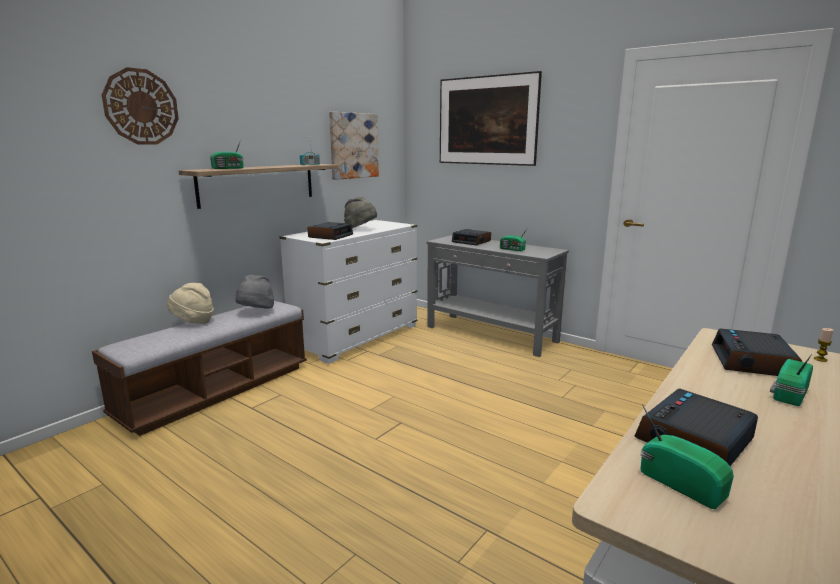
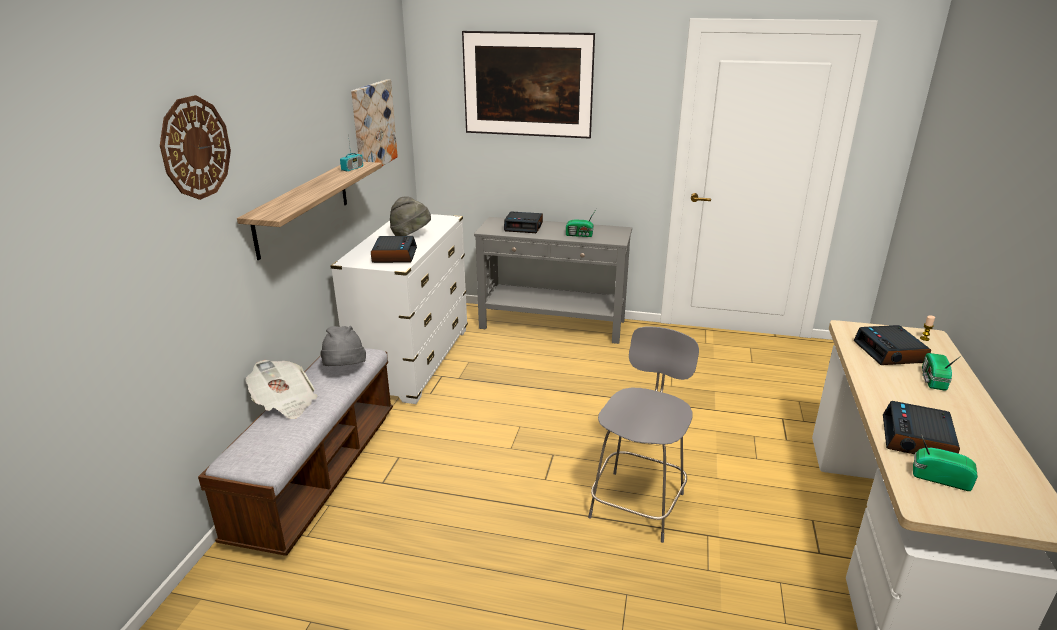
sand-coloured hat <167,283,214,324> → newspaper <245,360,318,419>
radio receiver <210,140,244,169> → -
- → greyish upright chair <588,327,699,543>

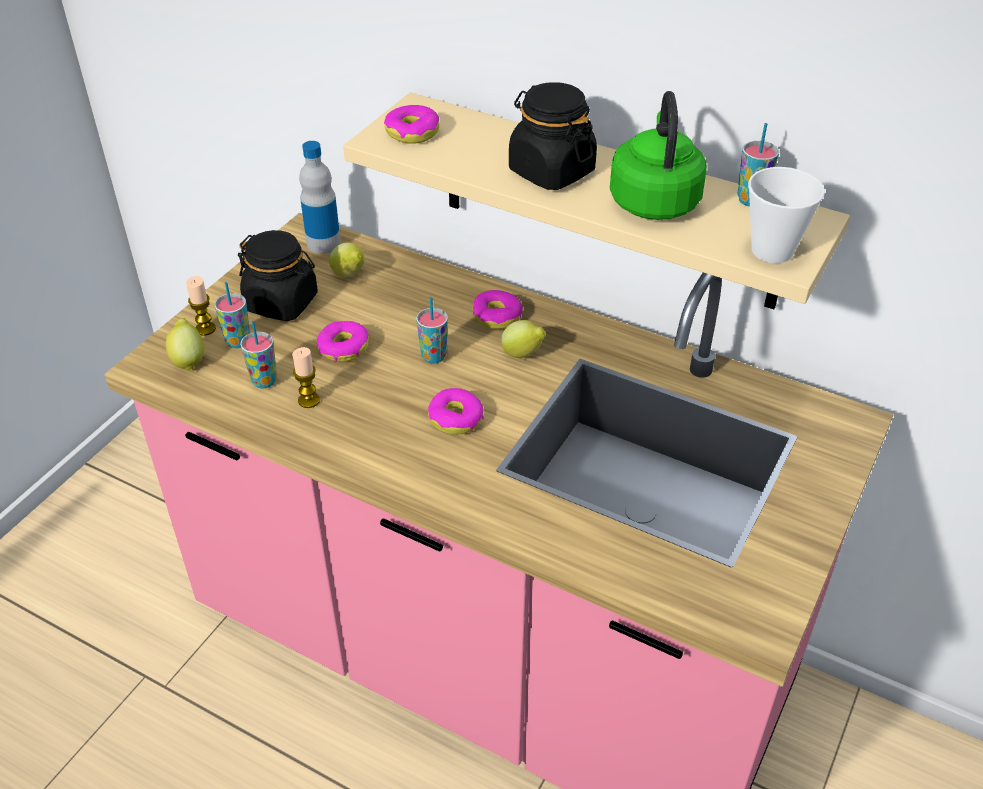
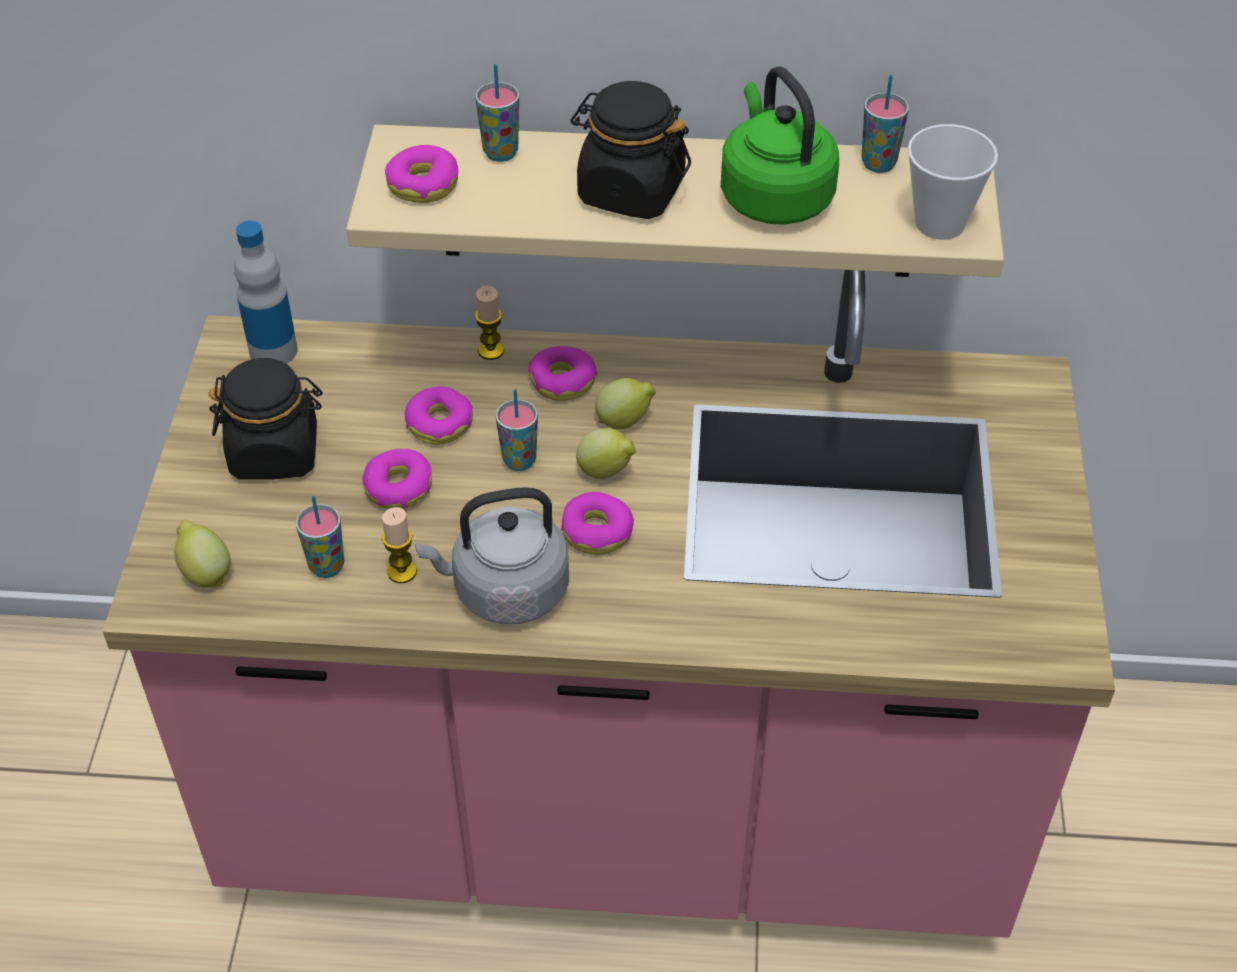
wax light <186,276,216,336> → wax light <475,286,504,360>, move
drinking cup <215,282,250,348> → drinking cup <475,64,519,162>, move
whole lemon <329,243,364,277> → whole lemon <576,428,636,479>, move
- → ring doughnut <405,386,473,444>
- → greyish tea kettle <415,487,569,624>

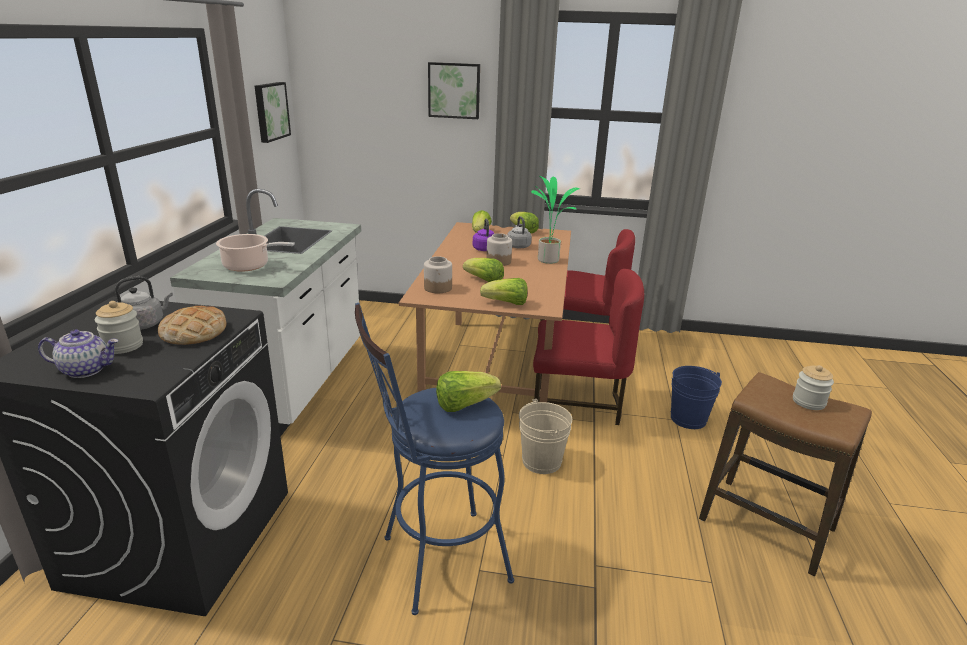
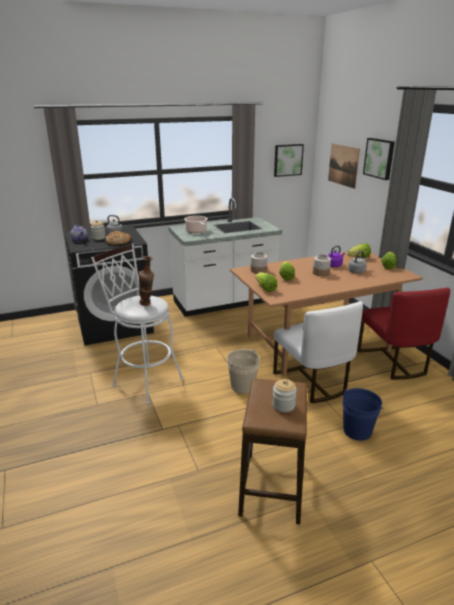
blue-coloured stool <355,303,514,615> → white-coloured stool <91,243,183,404>
head of lettuce <436,371,501,412> → vase <139,256,154,306>
potted plant <531,176,580,264> → -
red upright chair <533,269,644,425> → white-coloured upright chair <273,301,363,403>
- → wall picture <328,143,360,189>

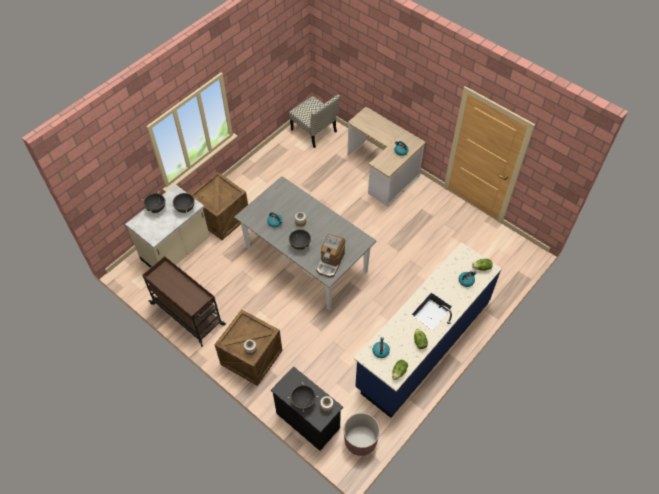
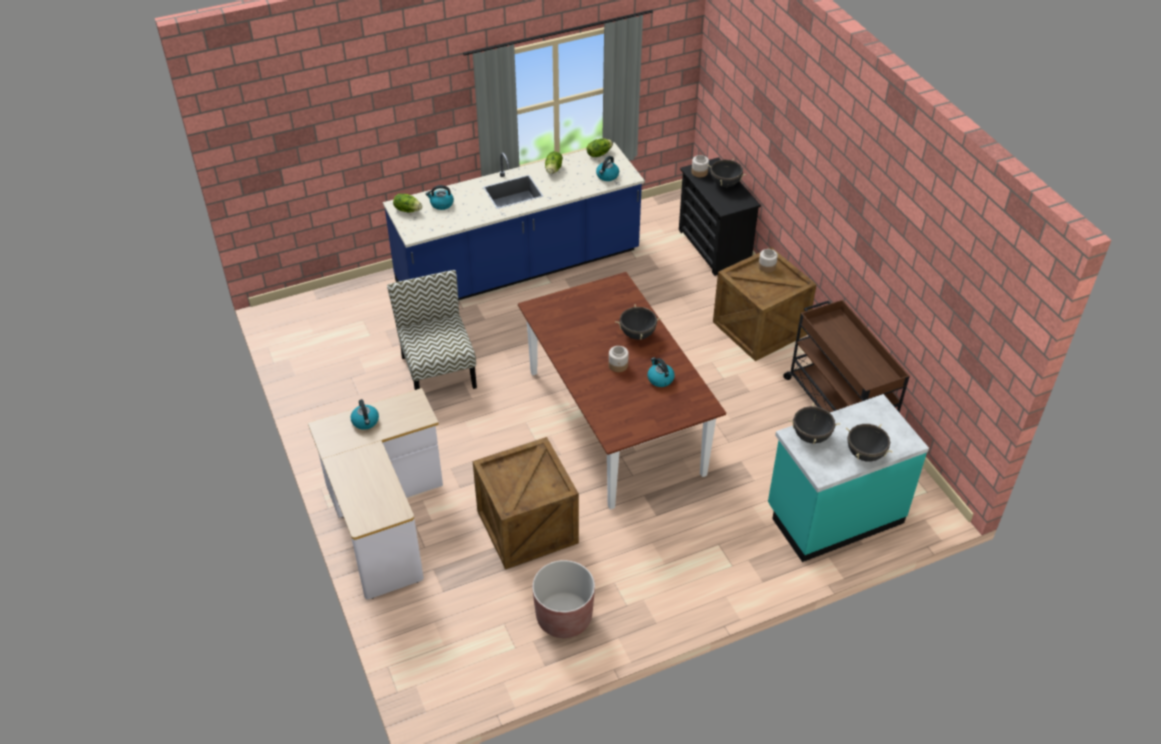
sand-coloured counter <125,184,210,268> → turquoise-coloured counter <768,394,929,562>
shipping crate <190,172,248,240> → shipping crate <473,437,579,569>, move
greyish dinner table <234,176,376,310> → brownish dinner table <518,272,726,510>
upright chair <289,94,340,148> → upright chair <387,270,477,390>, move
coffee brewer <316,233,345,278> → -
brownish planter <344,413,380,456> → brownish planter <532,560,595,638>, move

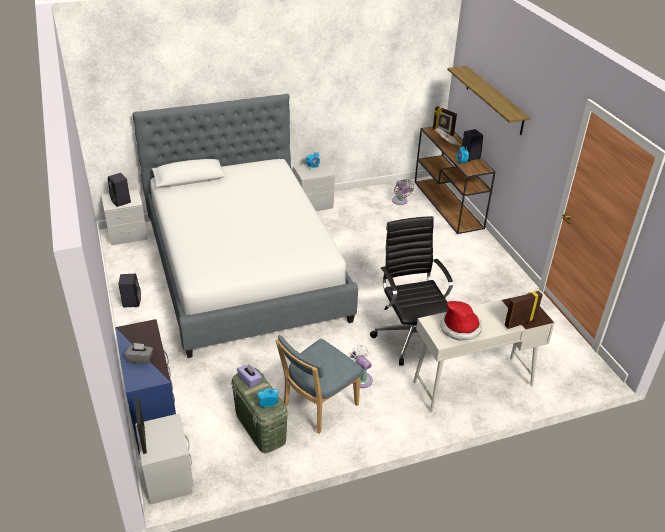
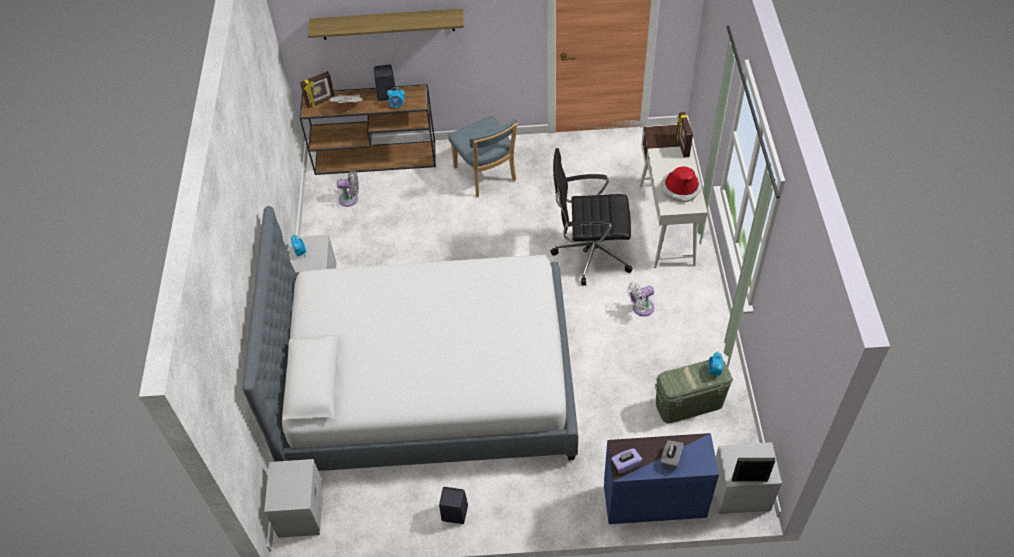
black speaker <108,173,131,207> → -
purple tissue holder <237,364,262,388> → purple tissue holder <611,448,642,474>, move
blue-coloured upright chair <275,335,363,434> → blue-coloured upright chair <448,116,518,197>, move

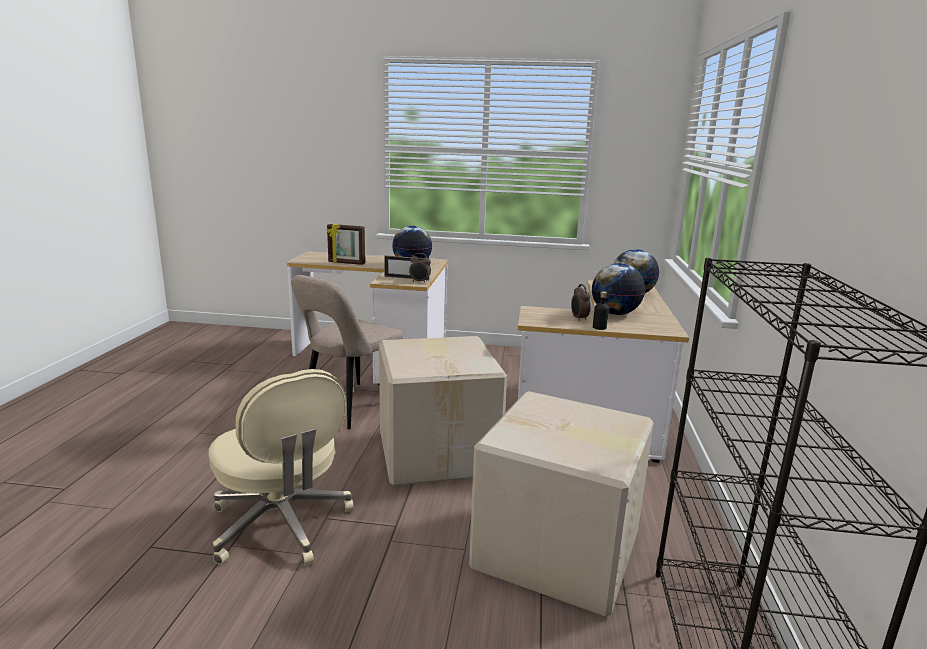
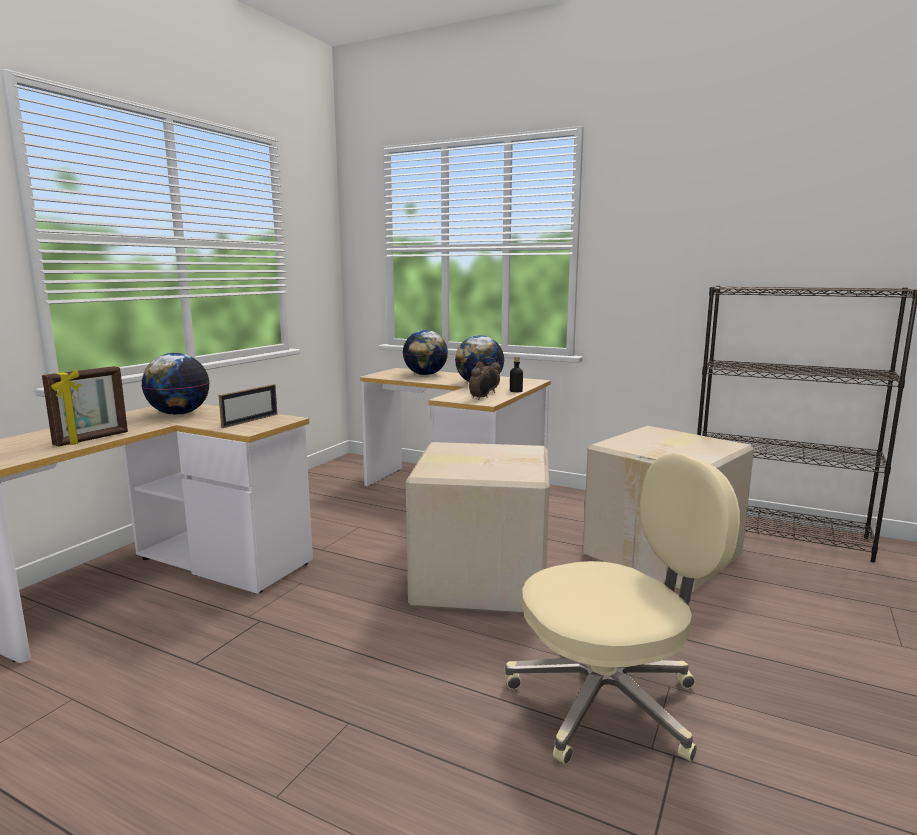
sand-coloured upright chair <291,275,403,429> → -
alarm clock <409,253,431,283> → alarm clock <469,362,491,400>, move

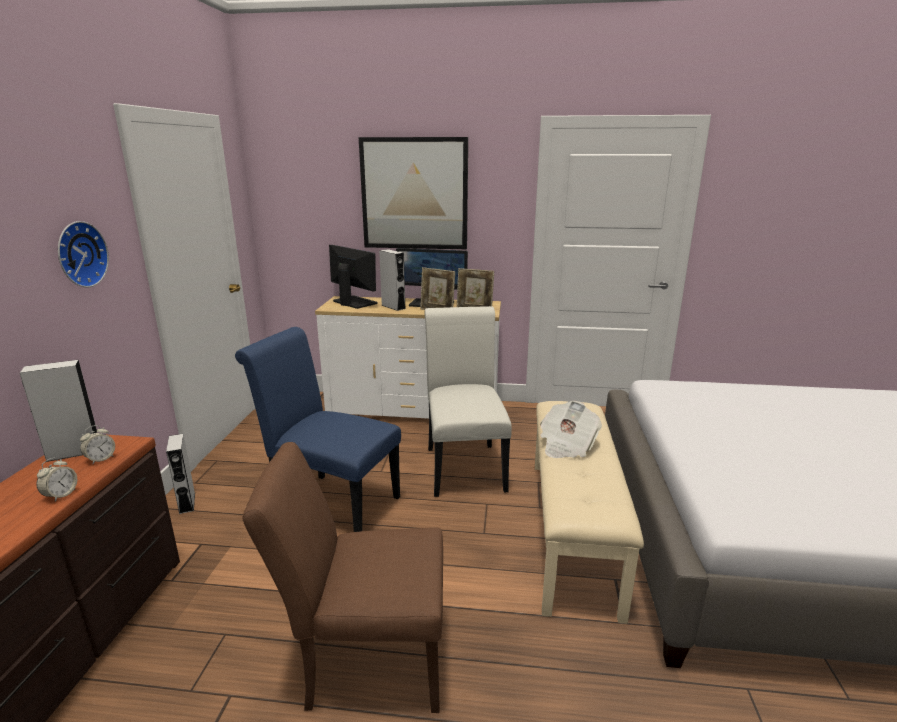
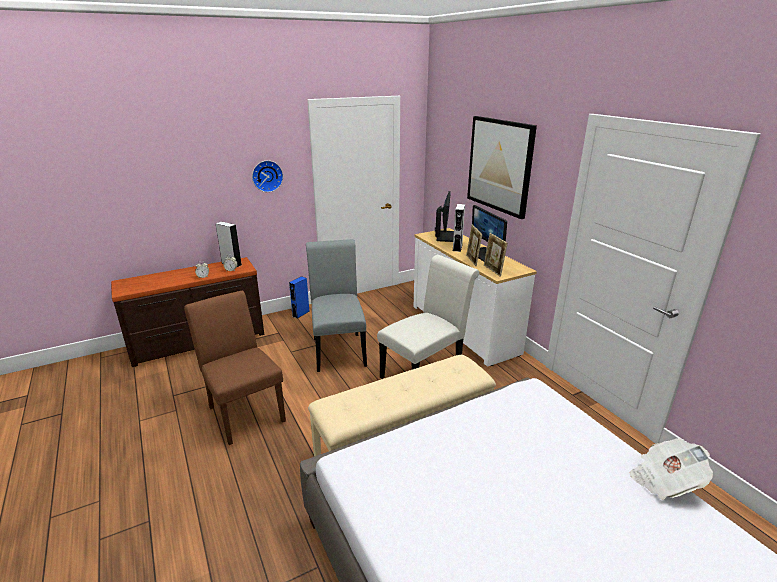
greyish speaker <166,434,195,514> → blue-coloured speaker <289,276,310,319>
blue-coloured upright chair <235,327,401,532> → greyish upright chair <306,239,367,372>
newspaper <540,401,602,458> → newspaper <630,438,713,500>, move

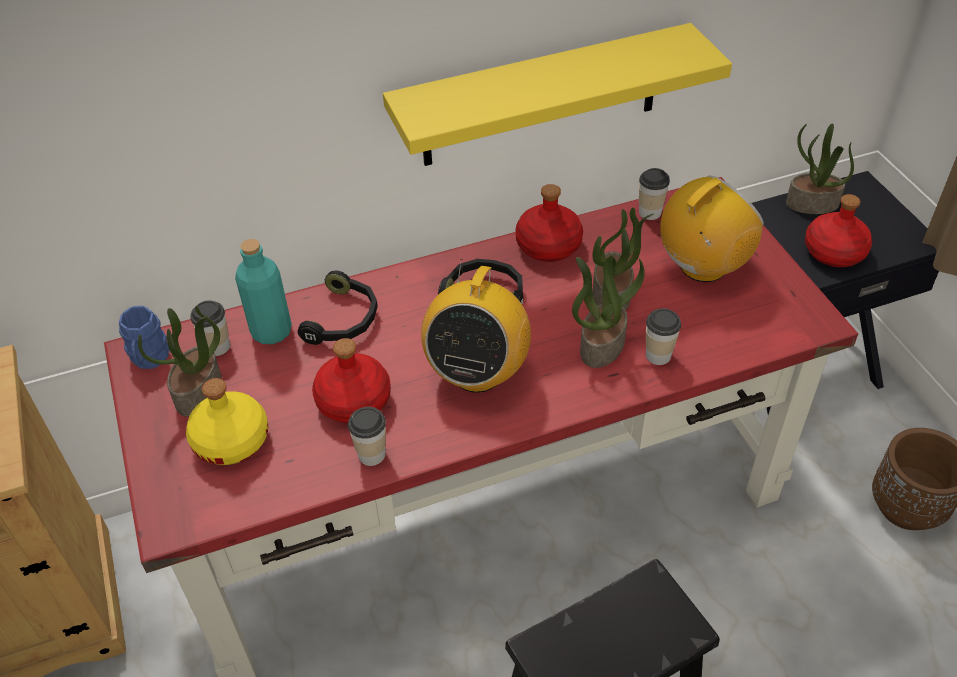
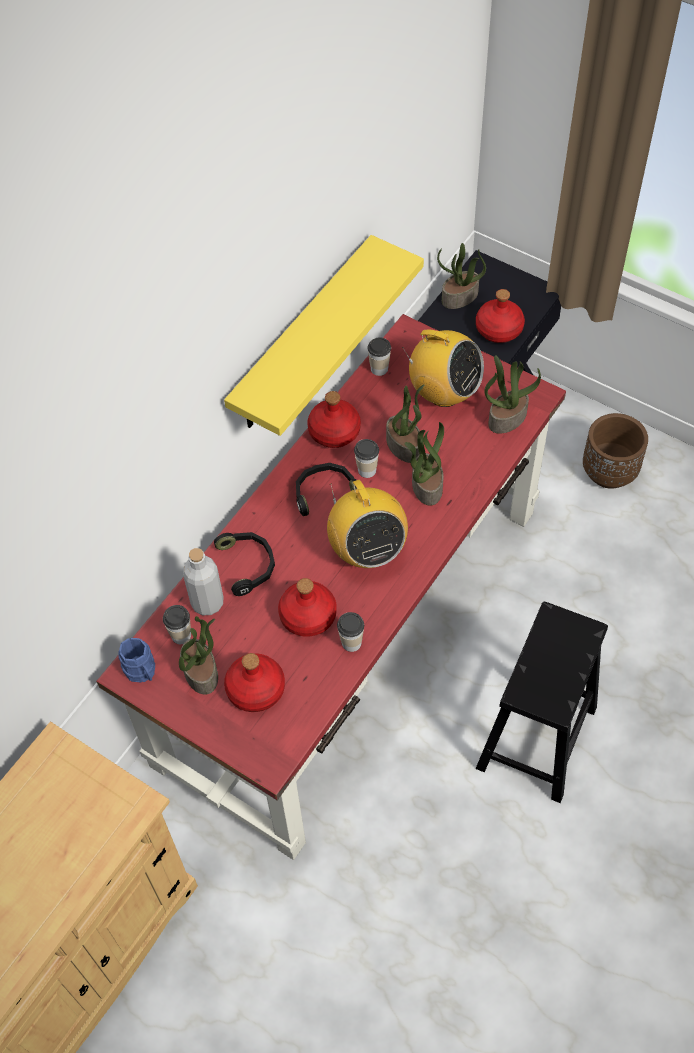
yellow-coloured bottle <186,378,268,465> → red bottle <224,653,285,712>
turquoise-coloured bottle <235,239,292,344> → greyish bottle <183,548,223,615>
drinking cup <646,308,681,365> → drinking cup <354,439,379,478>, move
radio receiver <660,175,764,282> → radio receiver <402,330,484,407>, 105 degrees clockwise
- → potted plant <484,356,541,434>

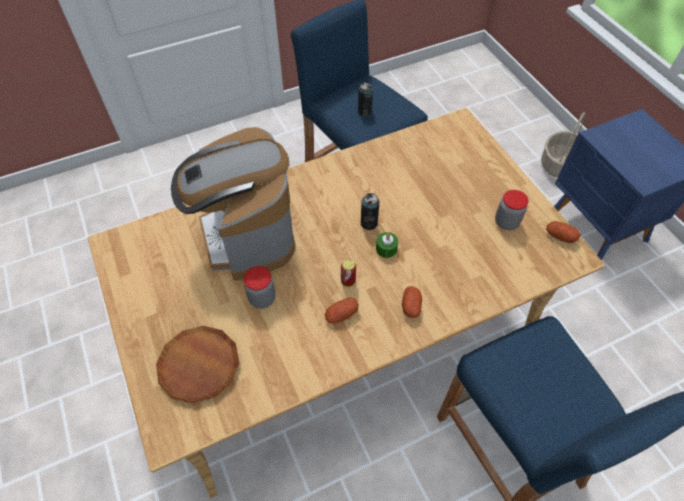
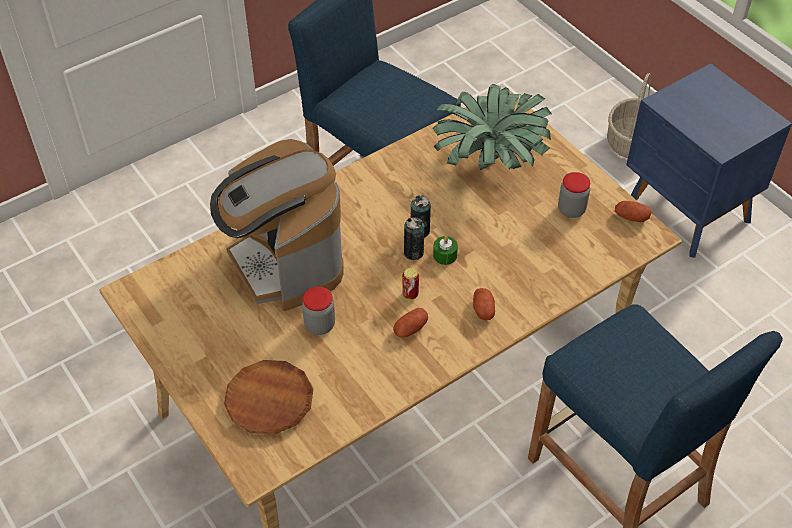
metal can <358,83,373,116> → metal can <404,217,424,260>, move
- → potted plant <433,84,552,170>

